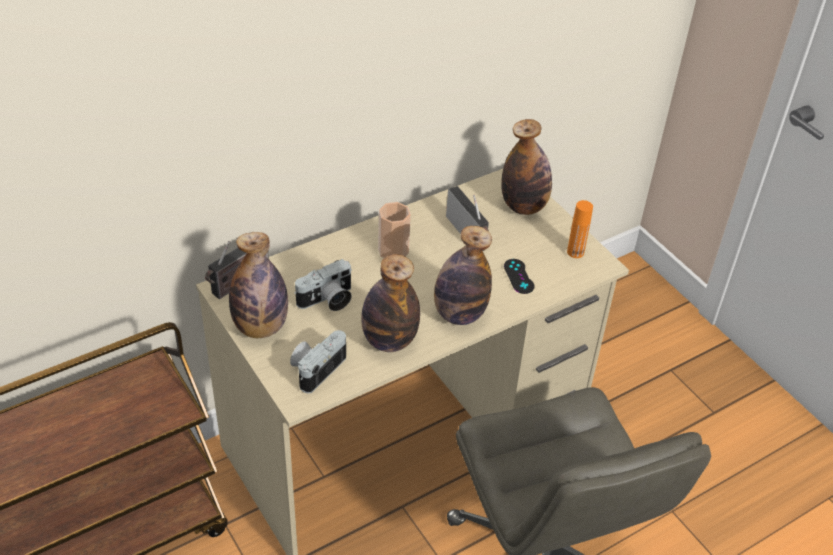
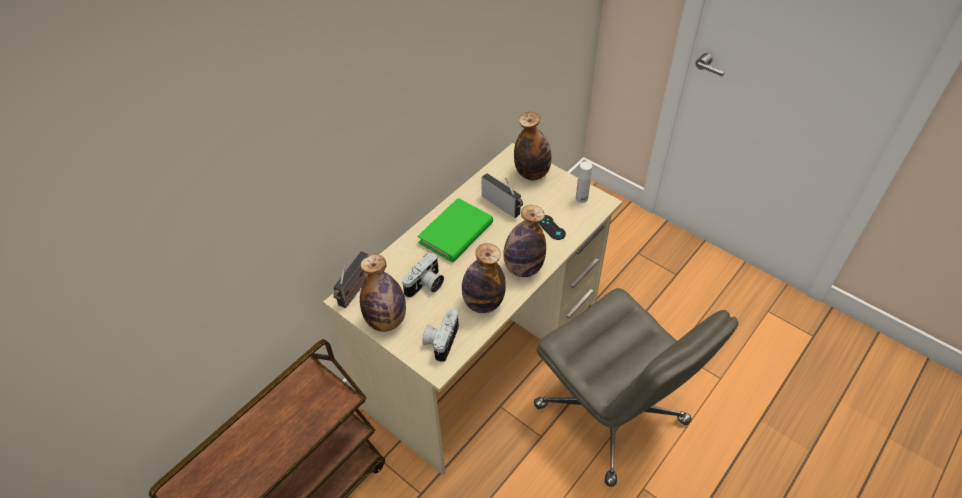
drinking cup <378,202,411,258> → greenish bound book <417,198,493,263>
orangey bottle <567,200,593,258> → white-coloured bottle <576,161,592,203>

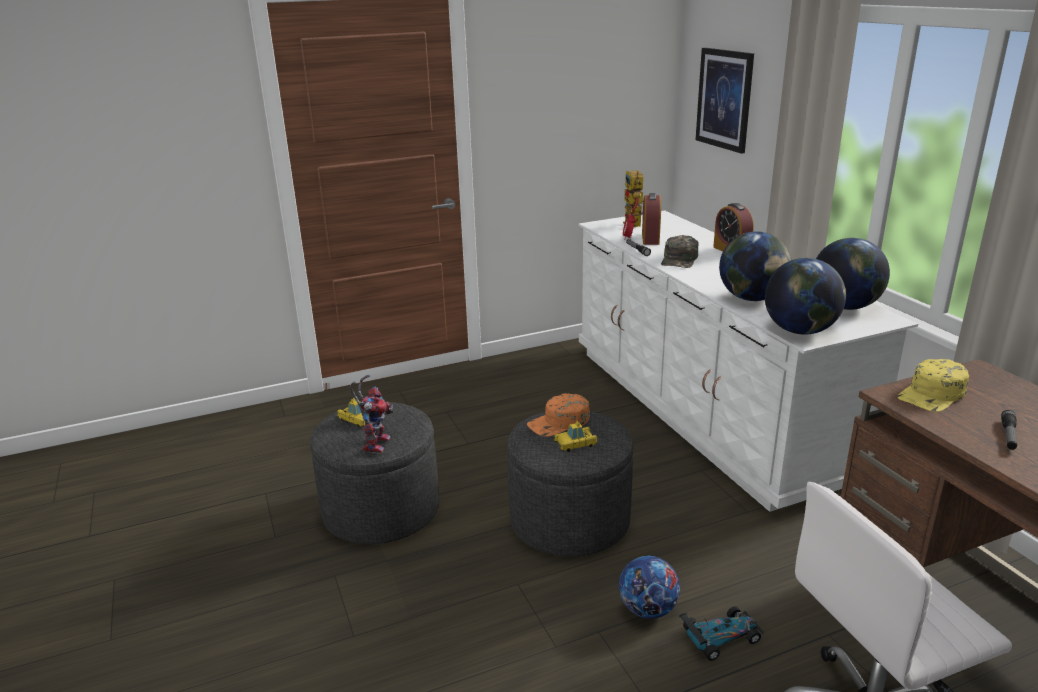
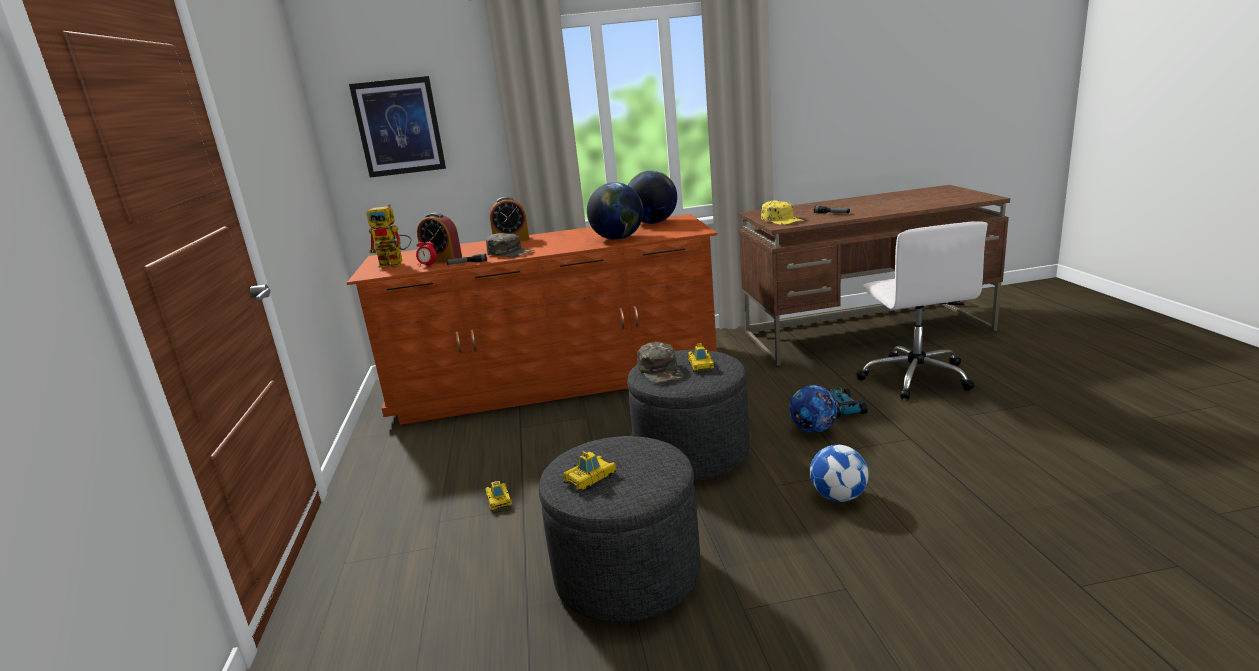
robot figure <350,374,394,453> → -
orangey baseball cap <527,393,590,437> → greenish baseball cap <637,342,684,383>
white-coloured chest of drawers <578,211,918,512> → brownish chest of drawers <347,214,718,425>
desk globe <765,258,846,335> → -
- → miniature car <485,481,512,512>
- → ball for football <810,445,869,502>

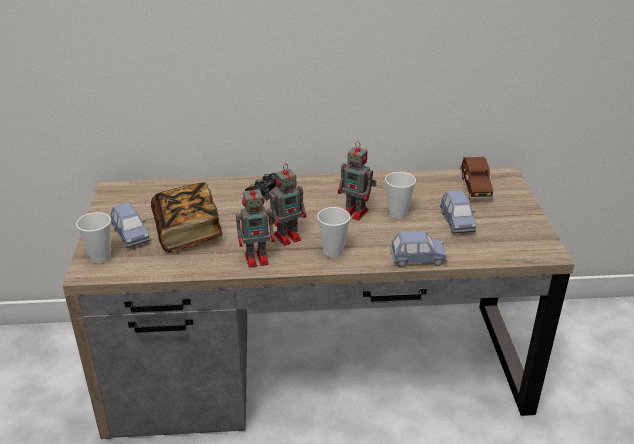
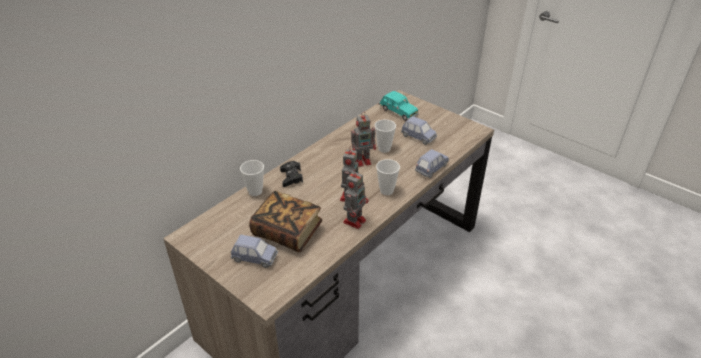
drinking cup <76,212,111,263> → drinking cup <240,160,264,196>, move
brownish miniature car <460,157,494,200> → turquoise-coloured miniature car <378,91,419,121>

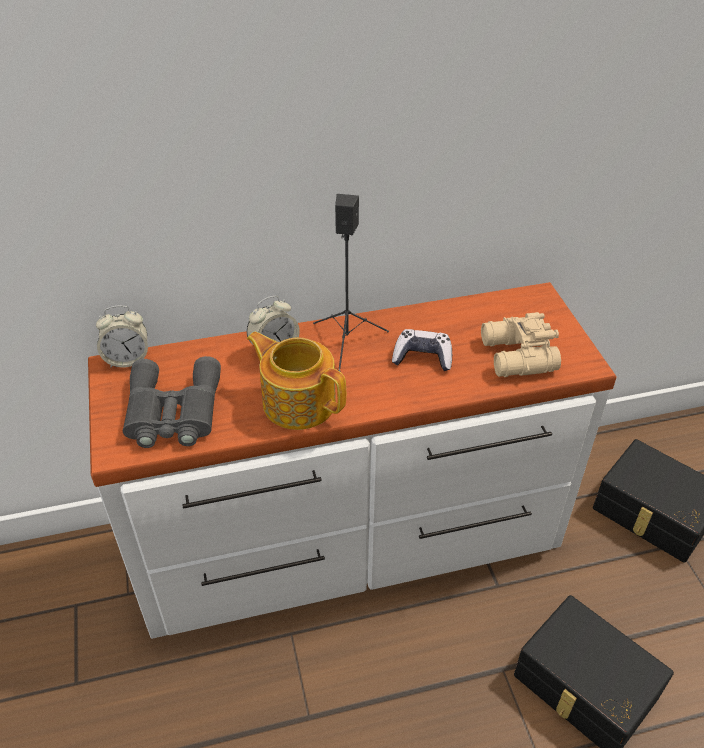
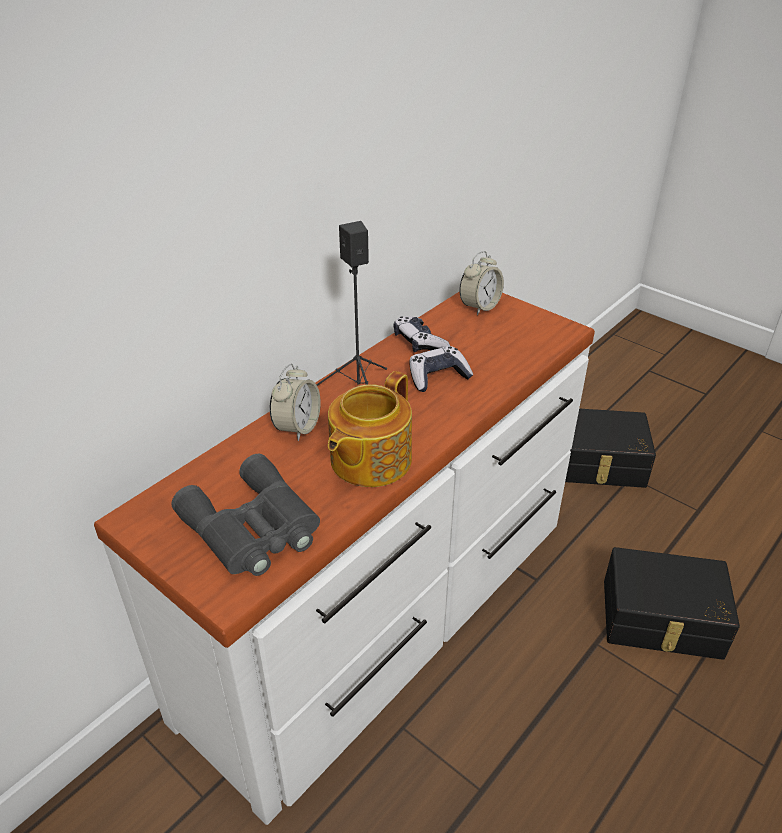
alarm clock <96,305,148,368> → alarm clock <460,251,504,315>, move
tea pot <247,332,346,430> → tea pot <328,371,412,487>, 60 degrees counterclockwise
sand-coloured pair of binoculars <481,312,561,377> → -
- → gamepad <394,316,450,352>

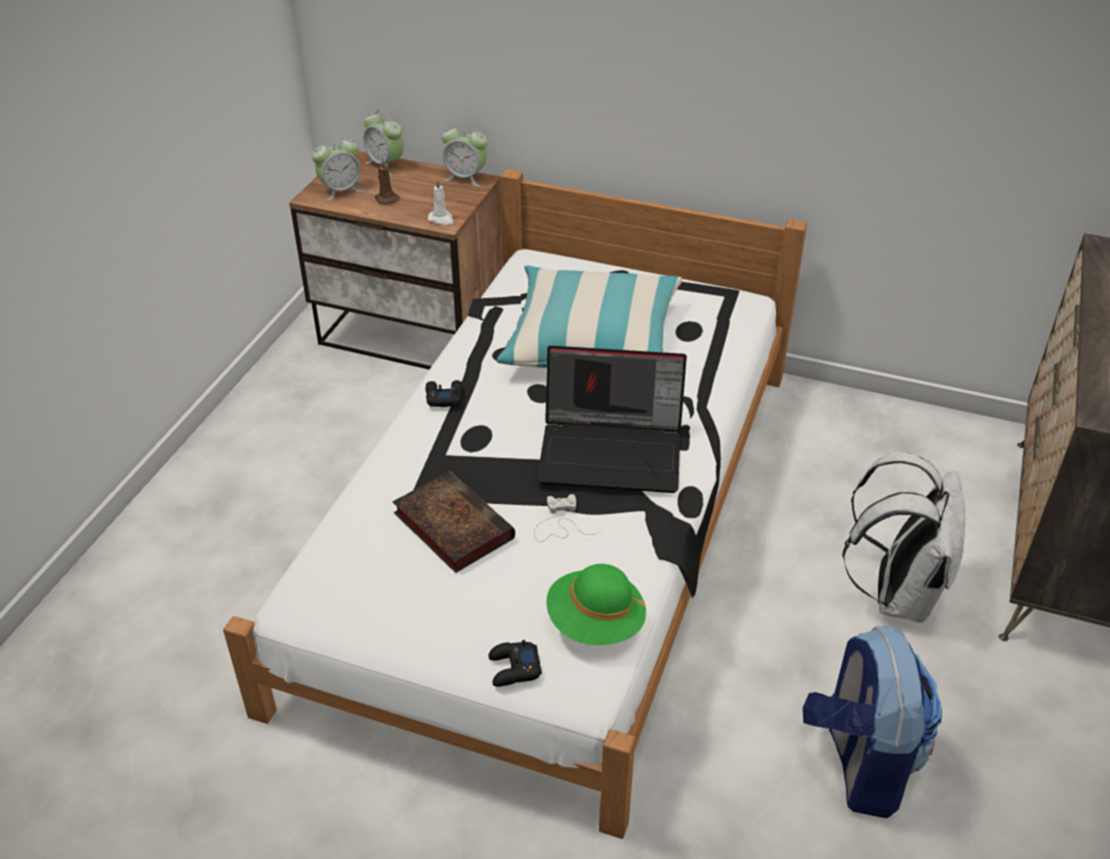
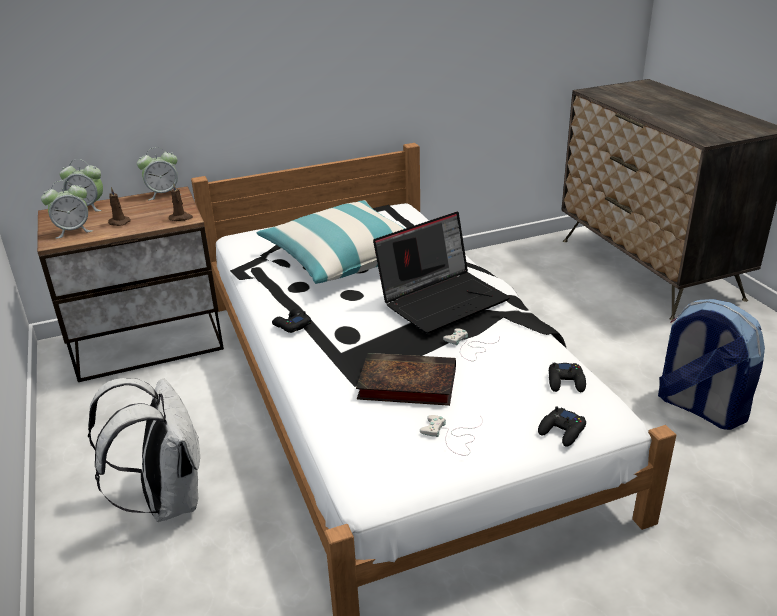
alarm clock <311,135,363,201> → alarm clock <41,180,93,239>, 45 degrees clockwise
white-coloured wax light <428,179,454,225> → brownish wax light <169,183,193,221>
greenish hat <546,564,646,645> → black gamepad <549,362,586,392>
white-coloured knapsack <842,452,966,623> → white-coloured knapsack <88,378,200,522>, move
- → white-coloured gamepad <420,415,483,455>

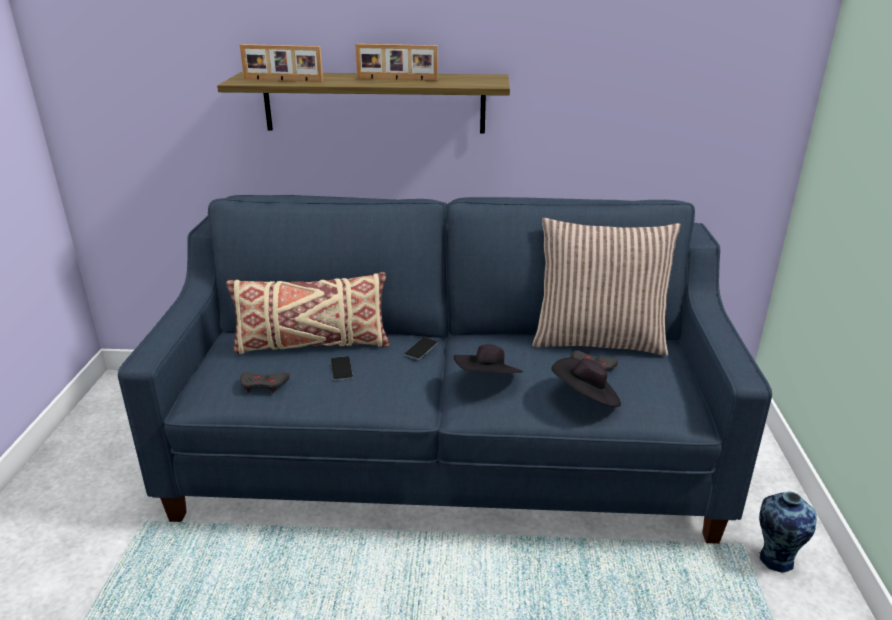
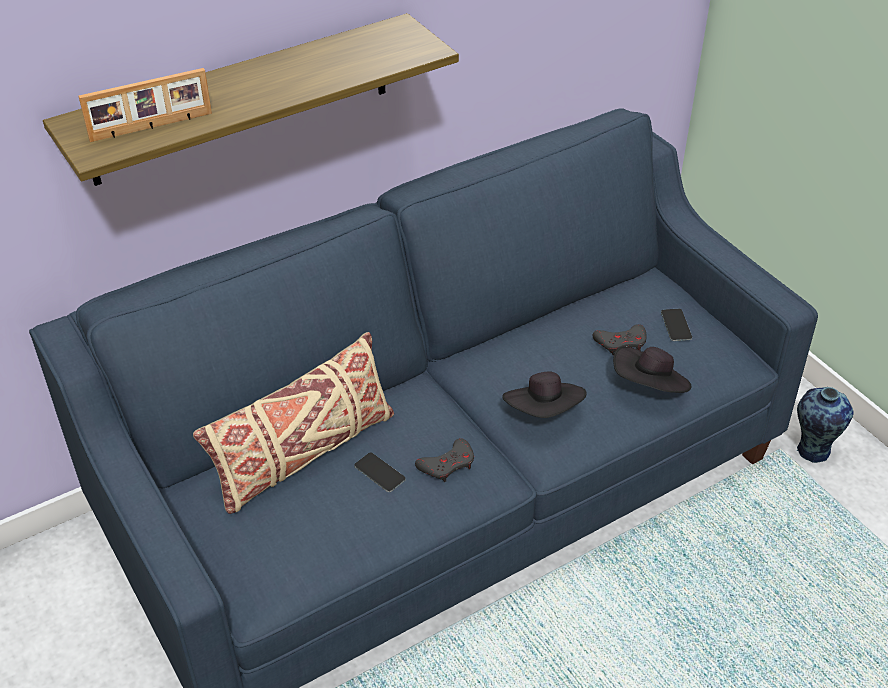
greyish gamepad <240,372,290,393> → greyish gamepad <415,438,474,482>, move
picture frame <355,44,438,81> → -
telephone <404,337,438,360> → telephone <661,309,692,341>, move
pillow <532,218,681,356> → -

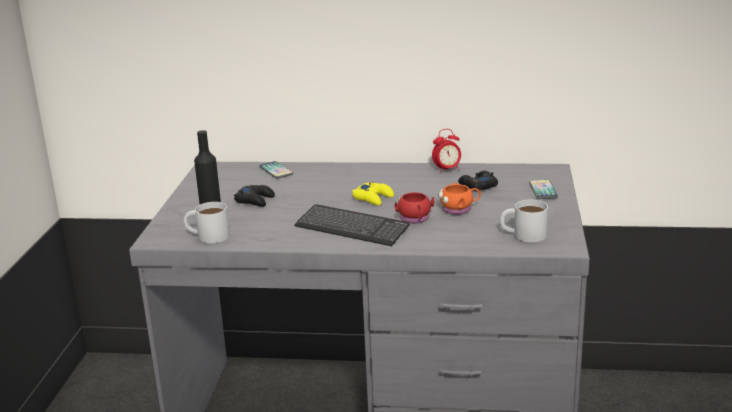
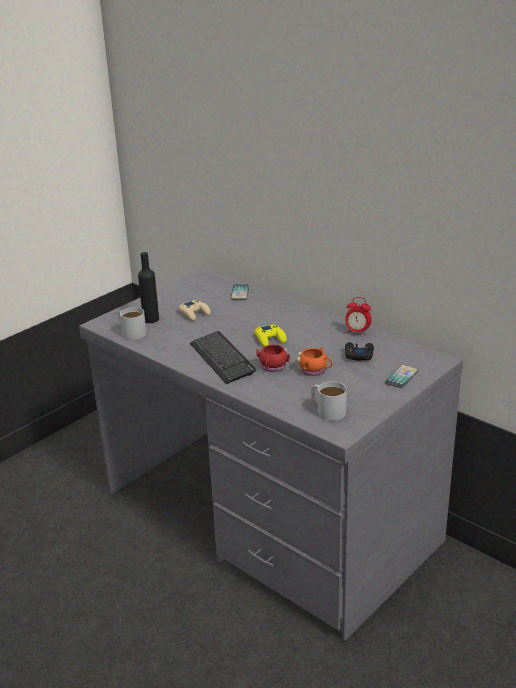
black gamepad <234,185,275,207> → sand-coloured gamepad <179,300,211,321>

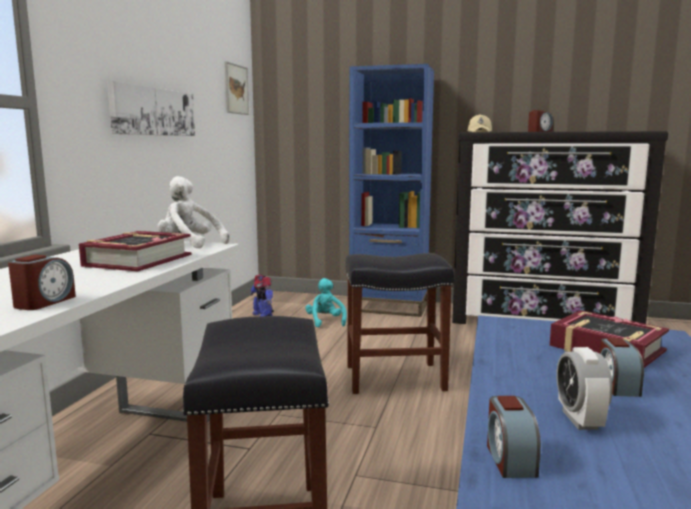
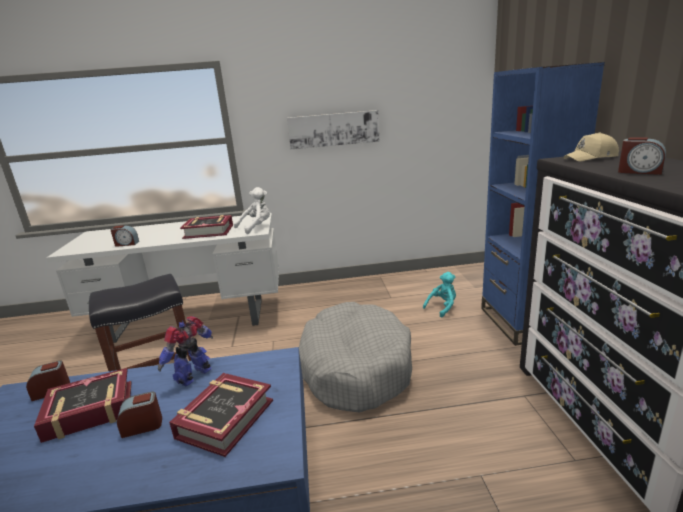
white-coloured plush toy <158,176,230,248> → white-coloured plush toy <234,187,270,234>, 45 degrees clockwise
wall picture <225,61,249,115> → -
robot figure <250,274,274,317> → robot figure <158,316,213,386>, move
black stool <345,253,454,394> → greyish dog cushion <299,302,412,413>
alarm clock <556,347,613,430> → bound book <34,368,132,443>

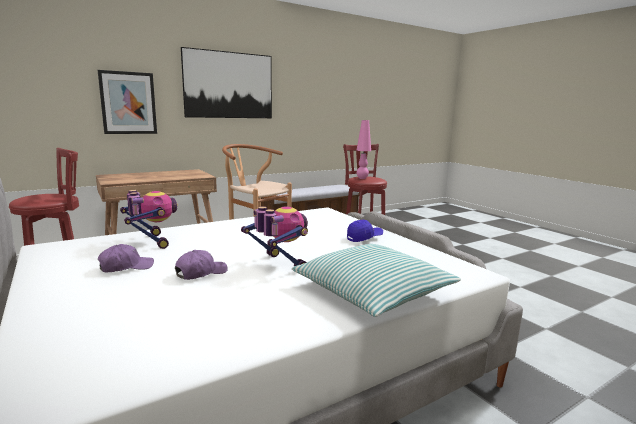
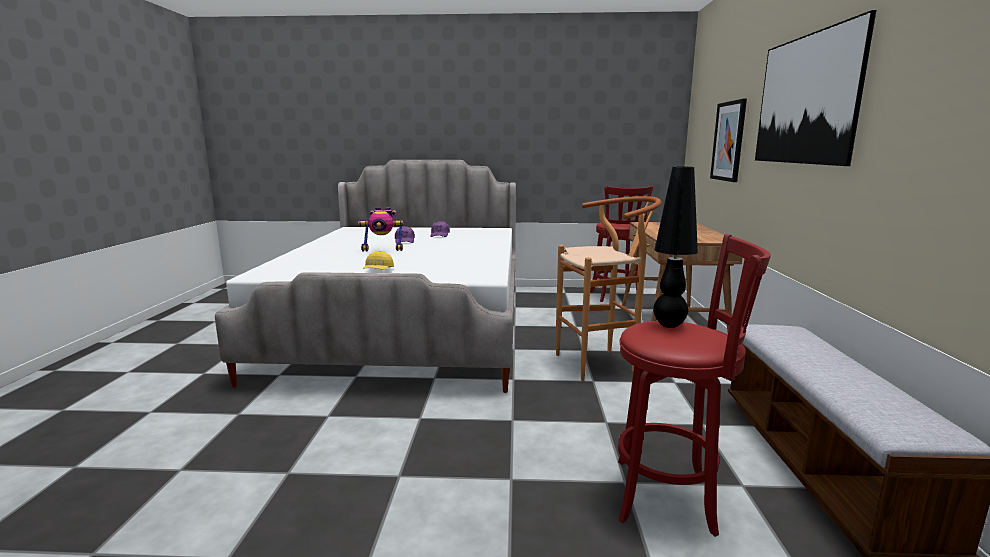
robot figure <120,190,178,249> → -
pillow <292,244,461,317> → -
blue-coloured baseball cap <347,220,383,242> → yellow-coloured baseball cap <363,251,394,270>
pink-coloured table lamp <357,120,371,179> → black table lamp <653,167,698,328>

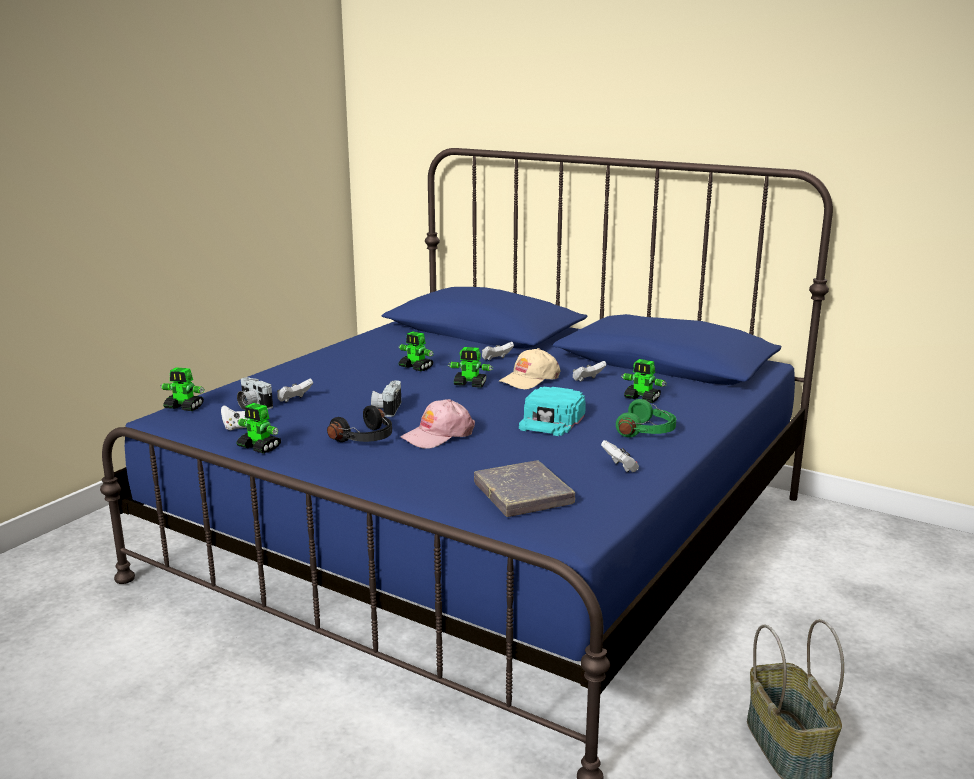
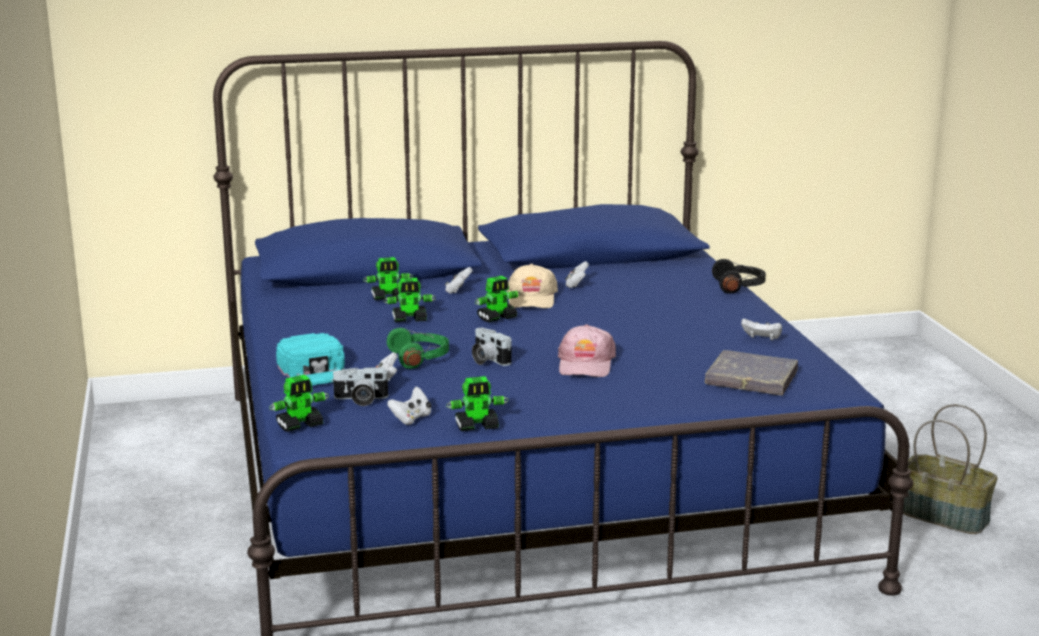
black headset <327,405,392,442> → black headset <712,259,766,294>, move
turquoise-coloured baseball cap <519,387,586,436> → turquoise-coloured baseball cap <276,333,345,385>, move
greenish headset <616,399,676,437> → greenish headset <387,328,449,369>, move
robot figure <621,359,667,403> → robot figure <363,257,413,300>, move

